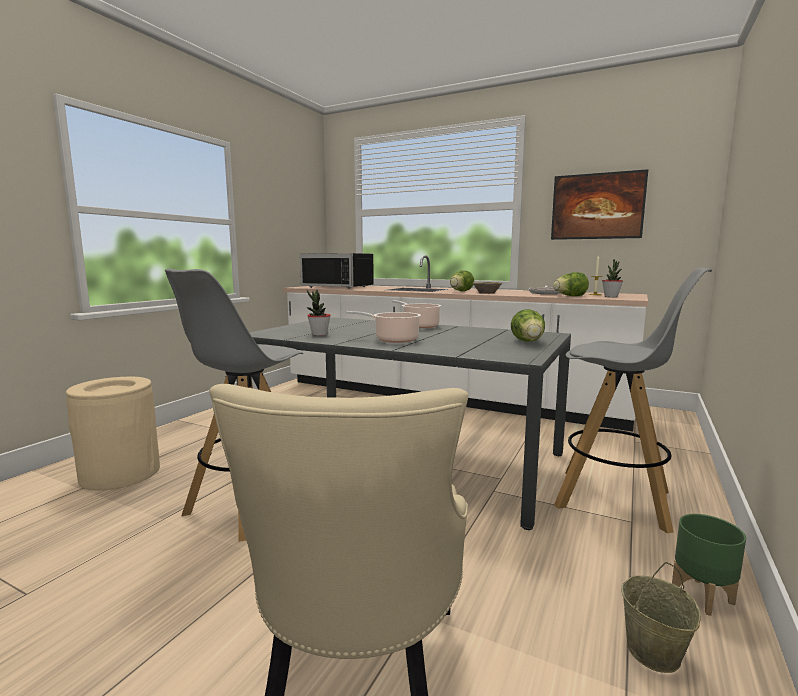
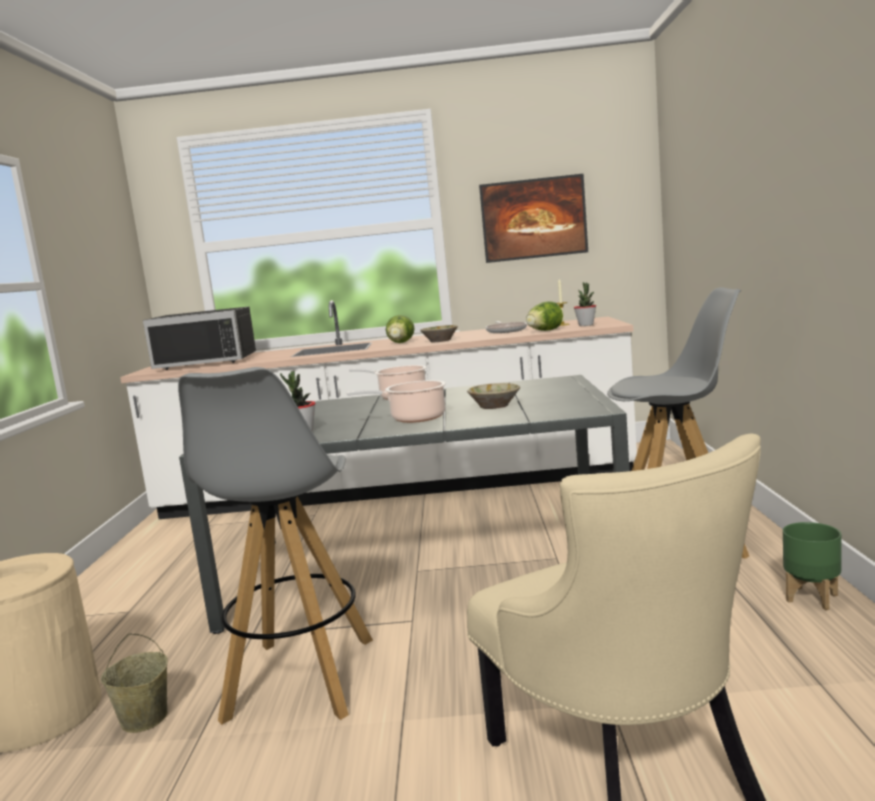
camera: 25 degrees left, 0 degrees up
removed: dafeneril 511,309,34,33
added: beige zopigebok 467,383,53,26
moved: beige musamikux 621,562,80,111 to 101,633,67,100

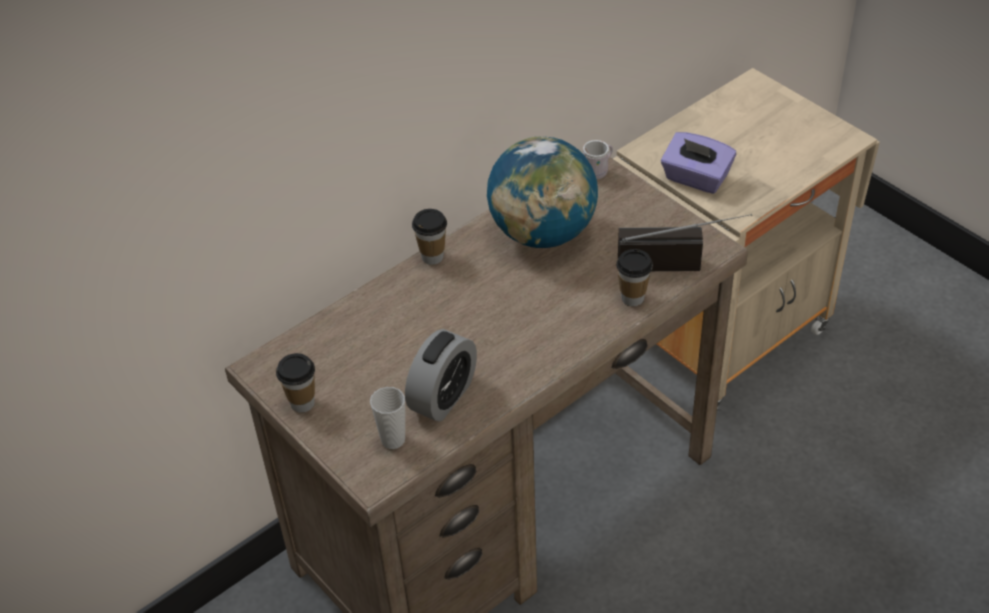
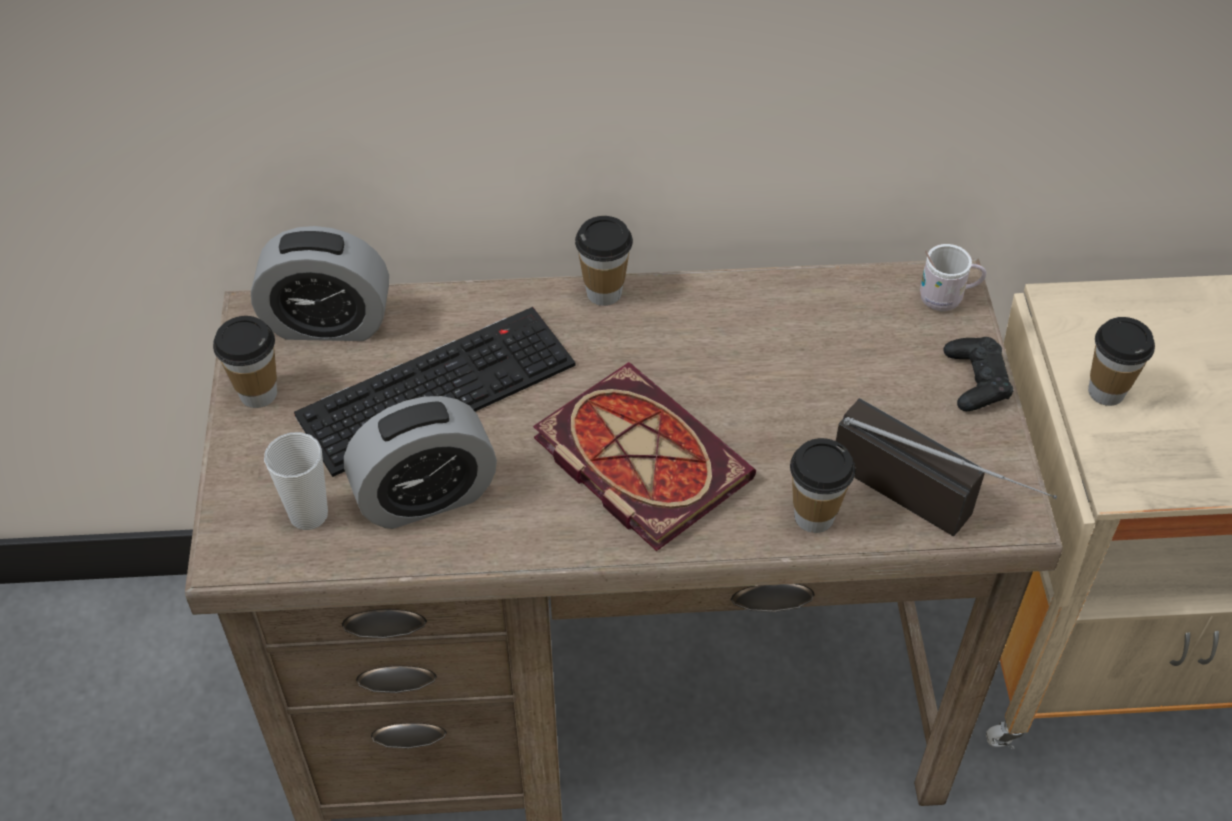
camera: 35 degrees right, 5 degrees up
removed: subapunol 487,136,111,112
added: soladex 251,226,138,115; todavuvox 294,307,281,170; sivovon 533,362,223,189; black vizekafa 943,337,71,74
replaced: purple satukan 661,132,75,62 to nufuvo 1088,317,67,89

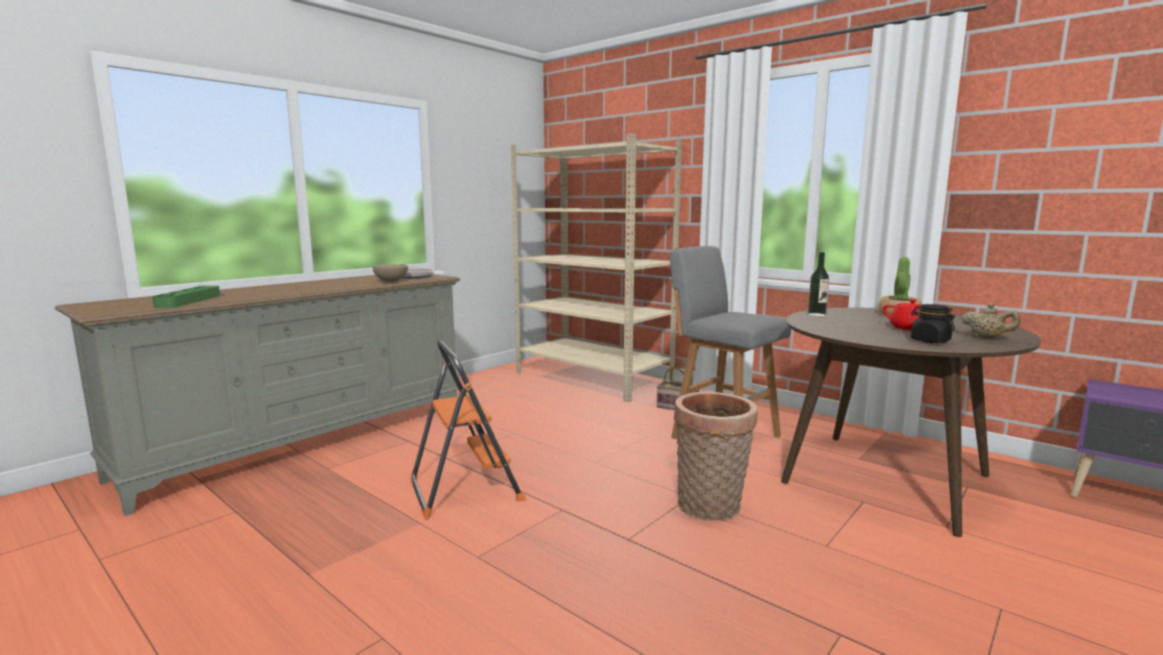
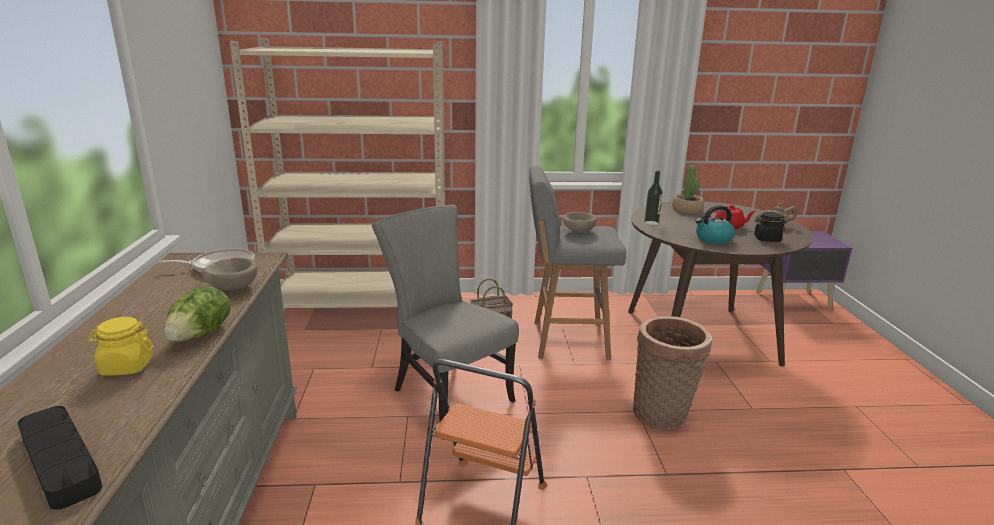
camera: 45 degrees left, 10 degrees up
added: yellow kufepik 88,317,65,59; dafeneril 164,287,66,55; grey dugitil 372,205,147,216; beige zopigebok 563,212,34,21; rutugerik 696,205,39,39
recoloured: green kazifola 152,286,68,22 to black kazifola 18,406,84,104

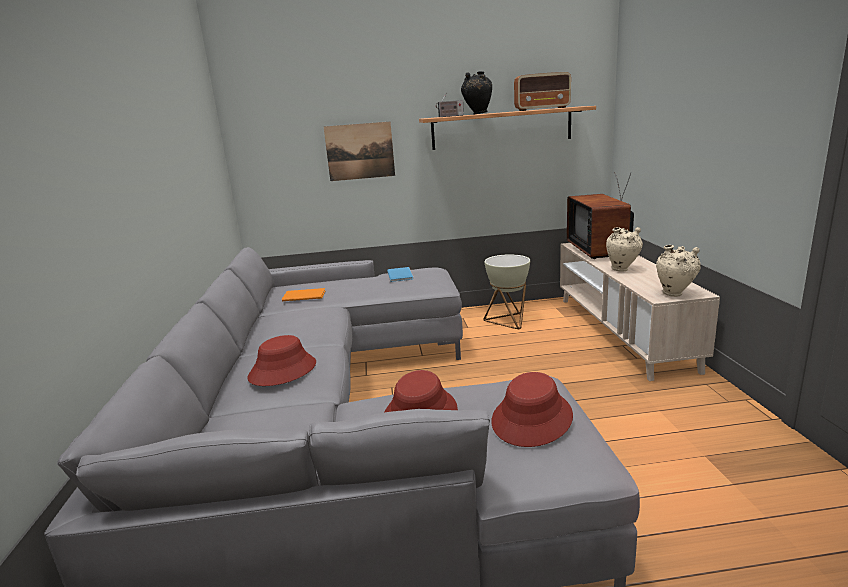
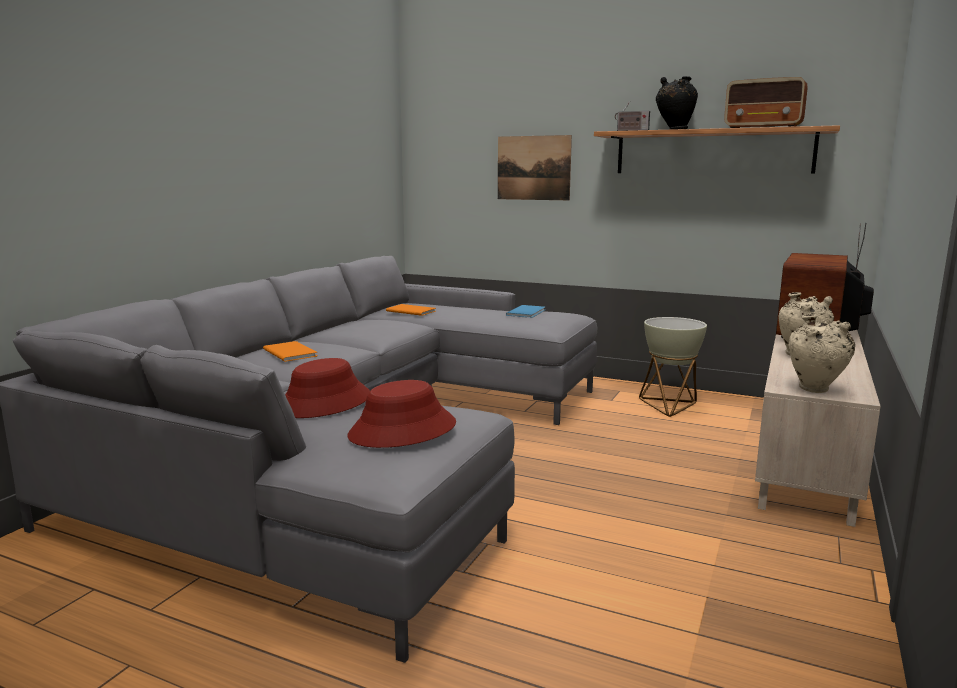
camera: 30 degrees right, 5 degrees down
replaced: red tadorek 247,335,69,51 to orange sivovon 263,341,54,21

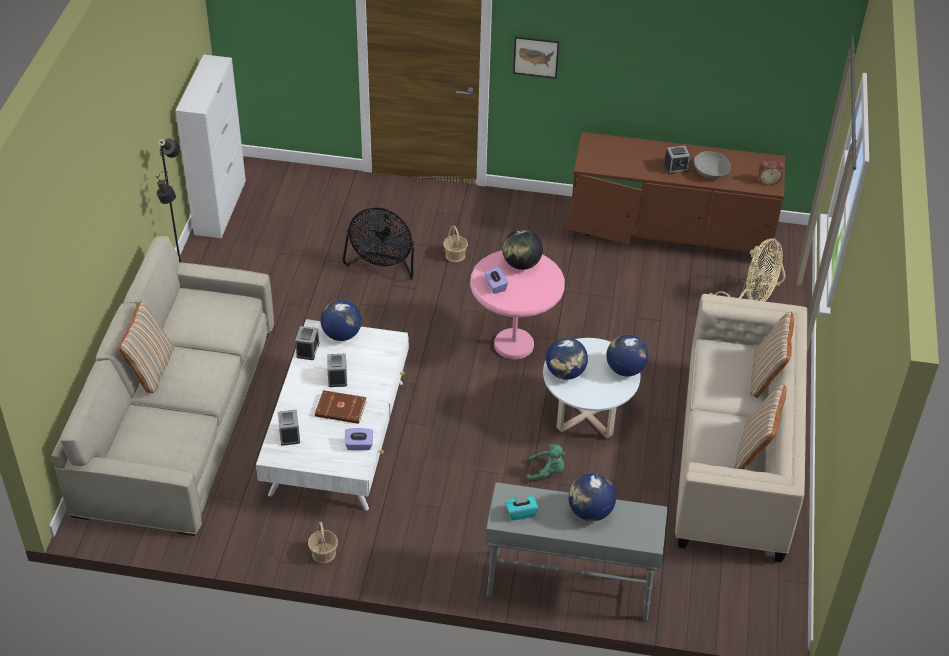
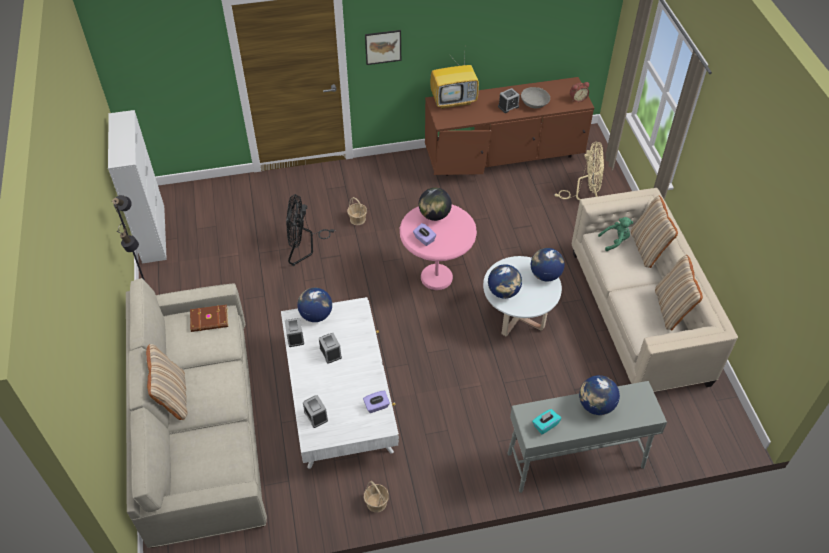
camera: 20 degrees left, 5 degrees up
added: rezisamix 430,52,49,57
moved: brown sivovon 315,390,52,34 to 190,304,38,28; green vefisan 526,444,39,37 to 598,217,35,34
turned: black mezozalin 343,208,72,72 = 286,194,49,72 90 degrees clockwise

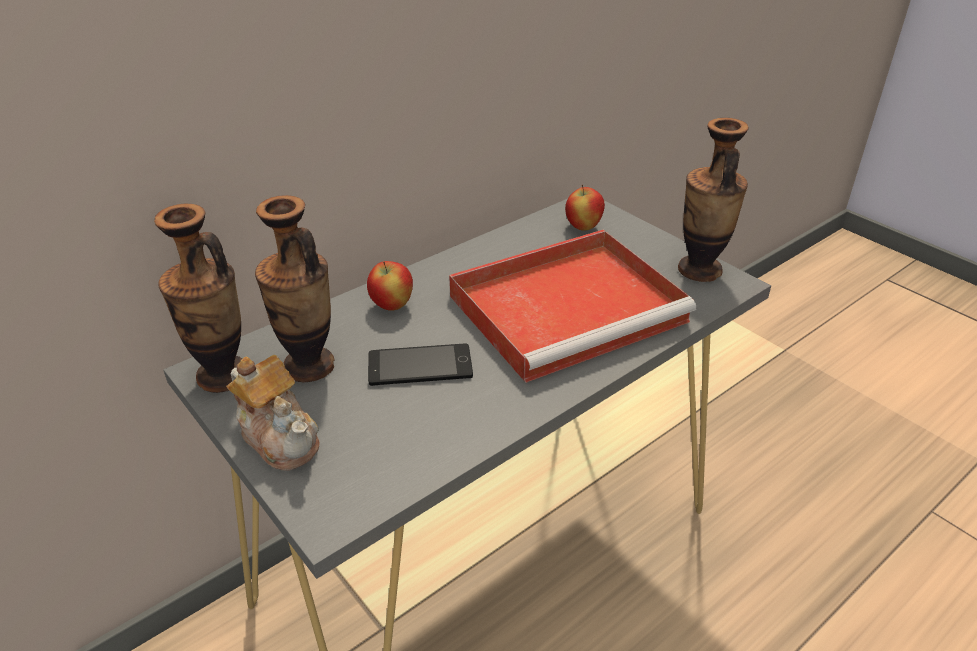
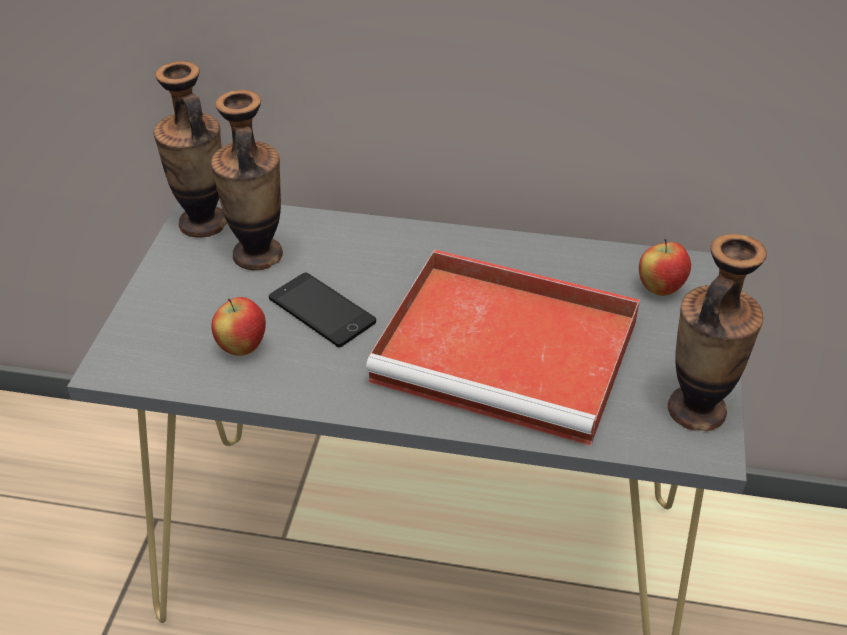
camera: 50 degrees right, 5 degrees up
removed: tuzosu 226,355,94,116
moved: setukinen 367,261,46,50 to 211,297,55,59

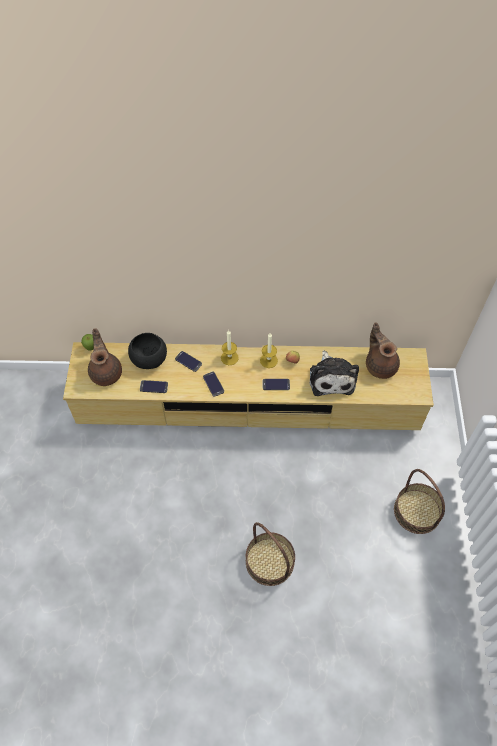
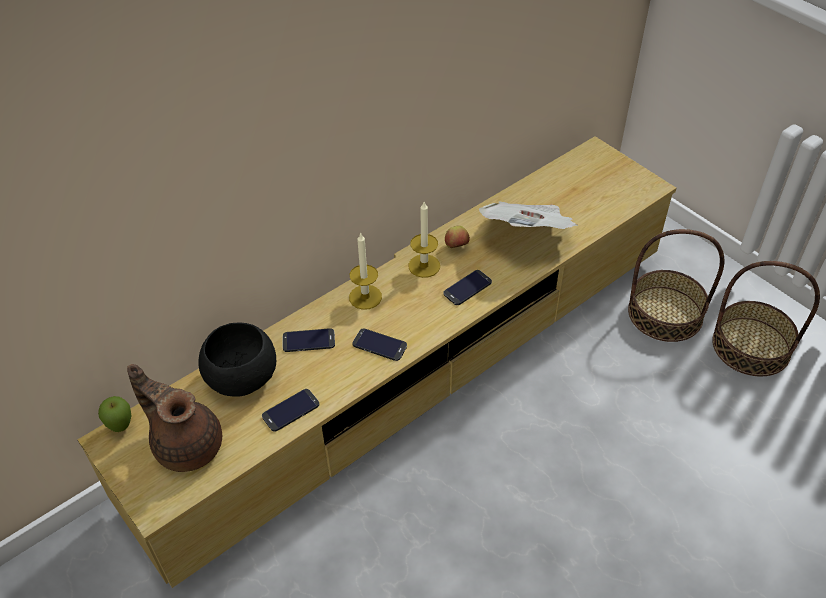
camera: 40 degrees left, 10 degrees down
removed: brown tuzosu 366,322,34,57
moved: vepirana 246,522,49,64 to 628,229,96,113
replaced: vefisan 310,350,49,46 to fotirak 479,201,99,28

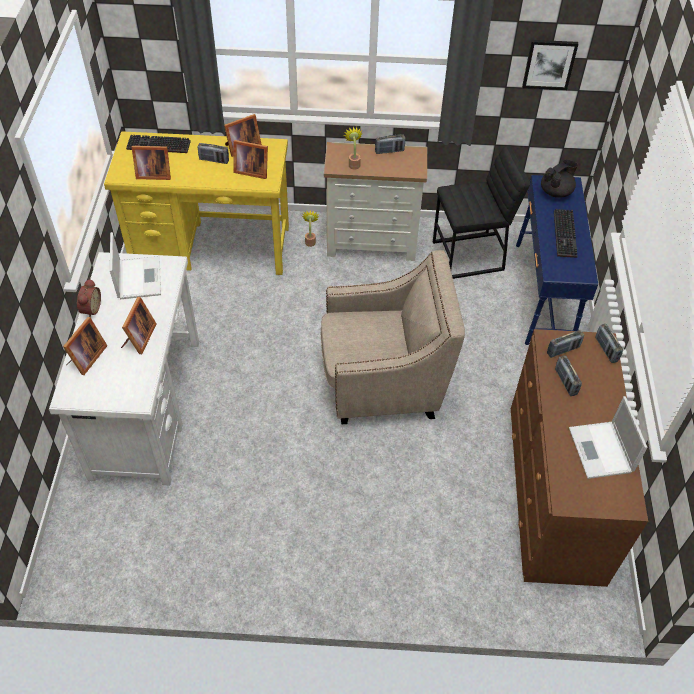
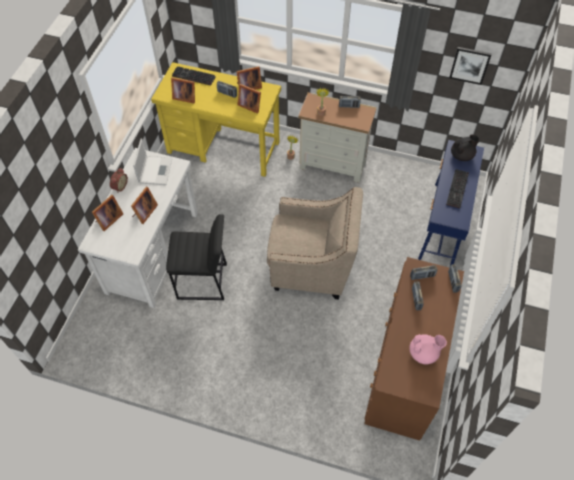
camera: 15 degrees right, 5 degrees up
moved: black dugitil 433,147,97,132 to 166,214,61,86
replaced: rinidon 569,396,79,83 to pink tuzosu 410,334,37,30

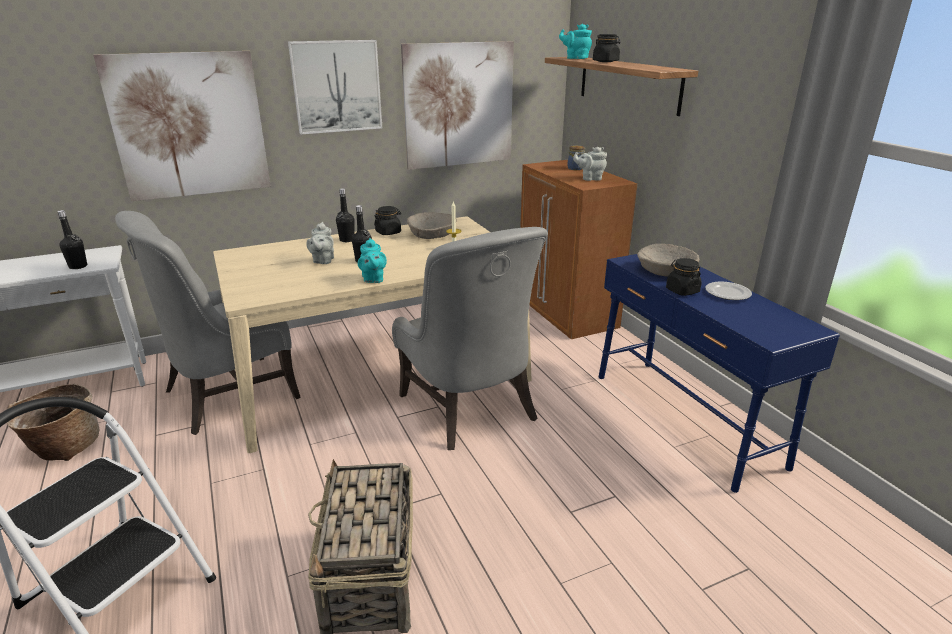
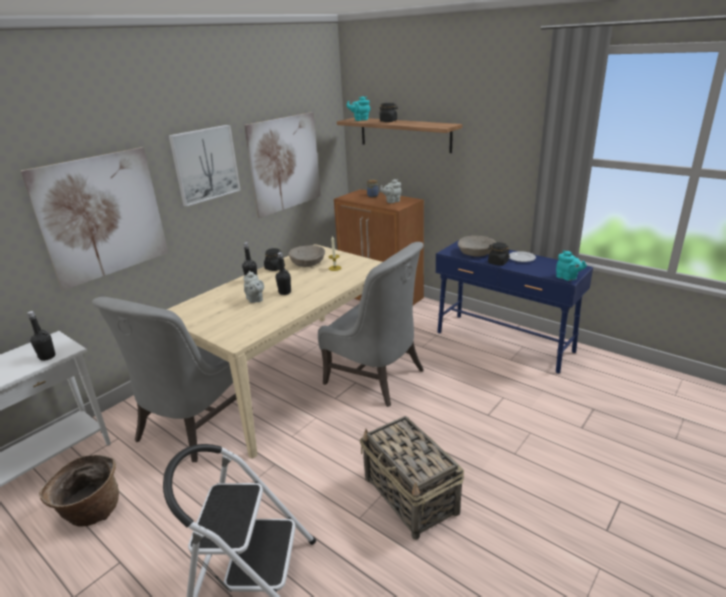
camera: 25 degrees left, 0 degrees up
moved: turquoise tuzosu 358,238,29,45 to 556,250,31,31

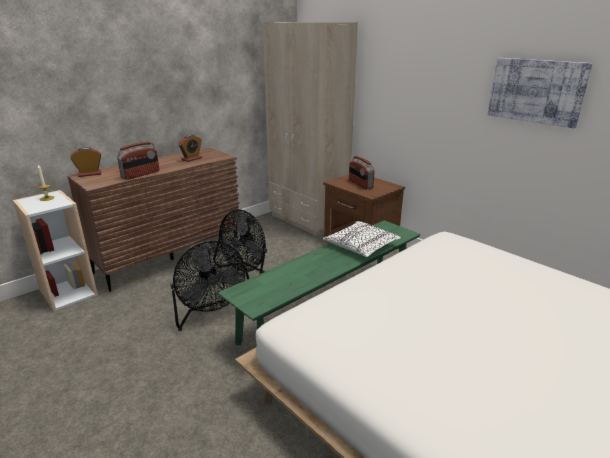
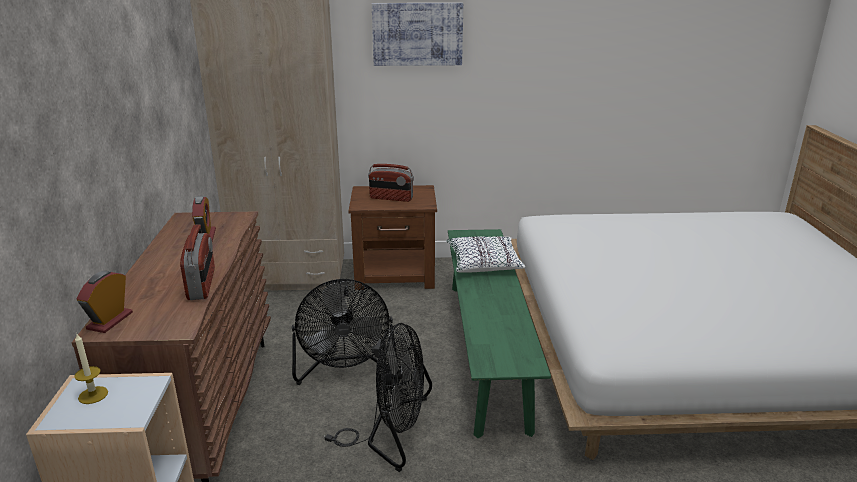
camera: 50 degrees left, 0 degrees up
moved: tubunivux 488,58,104,70 to 372,3,91,63

